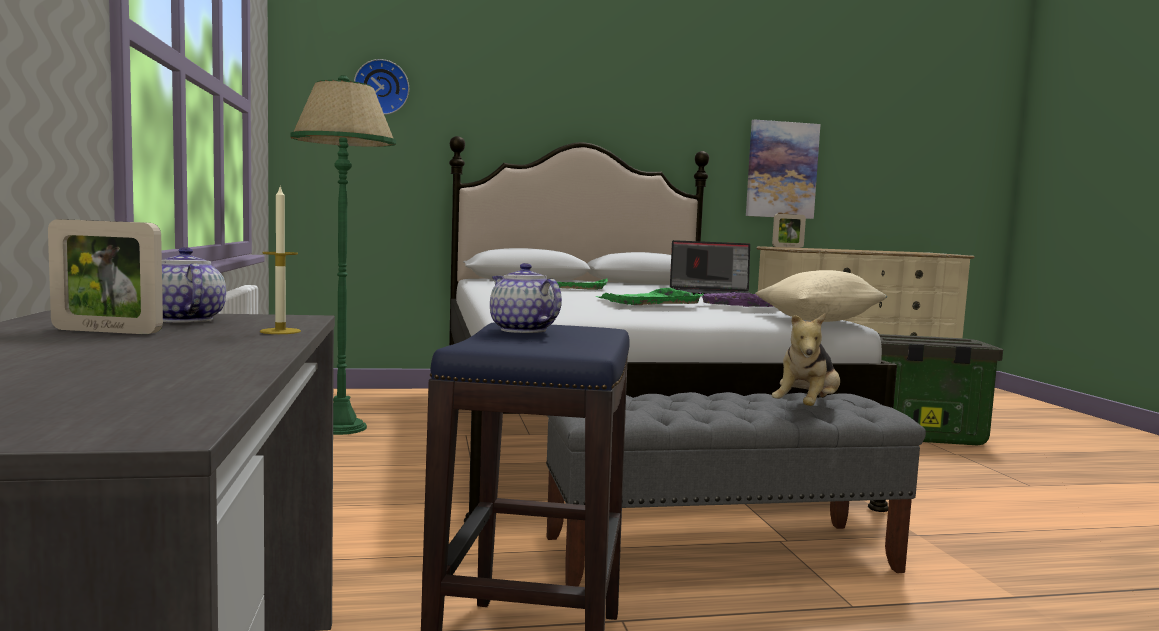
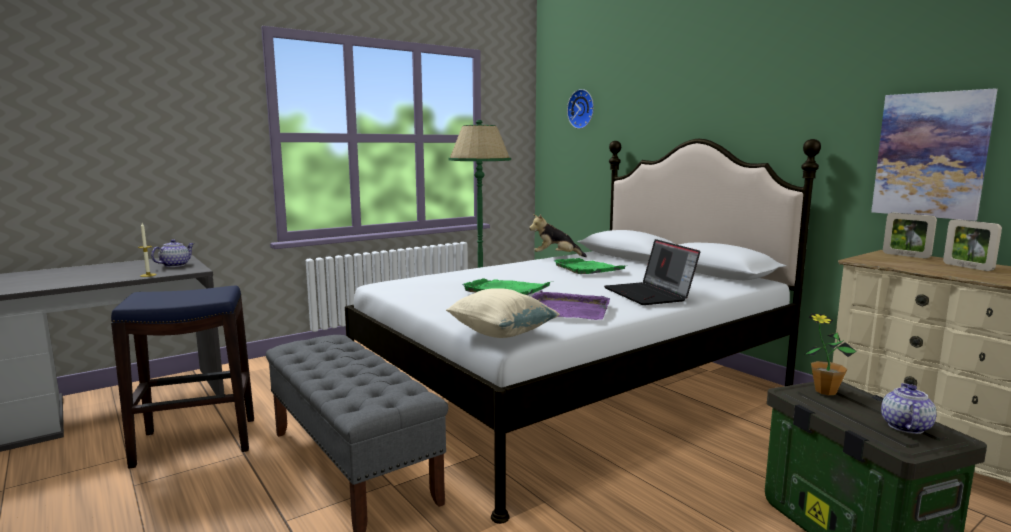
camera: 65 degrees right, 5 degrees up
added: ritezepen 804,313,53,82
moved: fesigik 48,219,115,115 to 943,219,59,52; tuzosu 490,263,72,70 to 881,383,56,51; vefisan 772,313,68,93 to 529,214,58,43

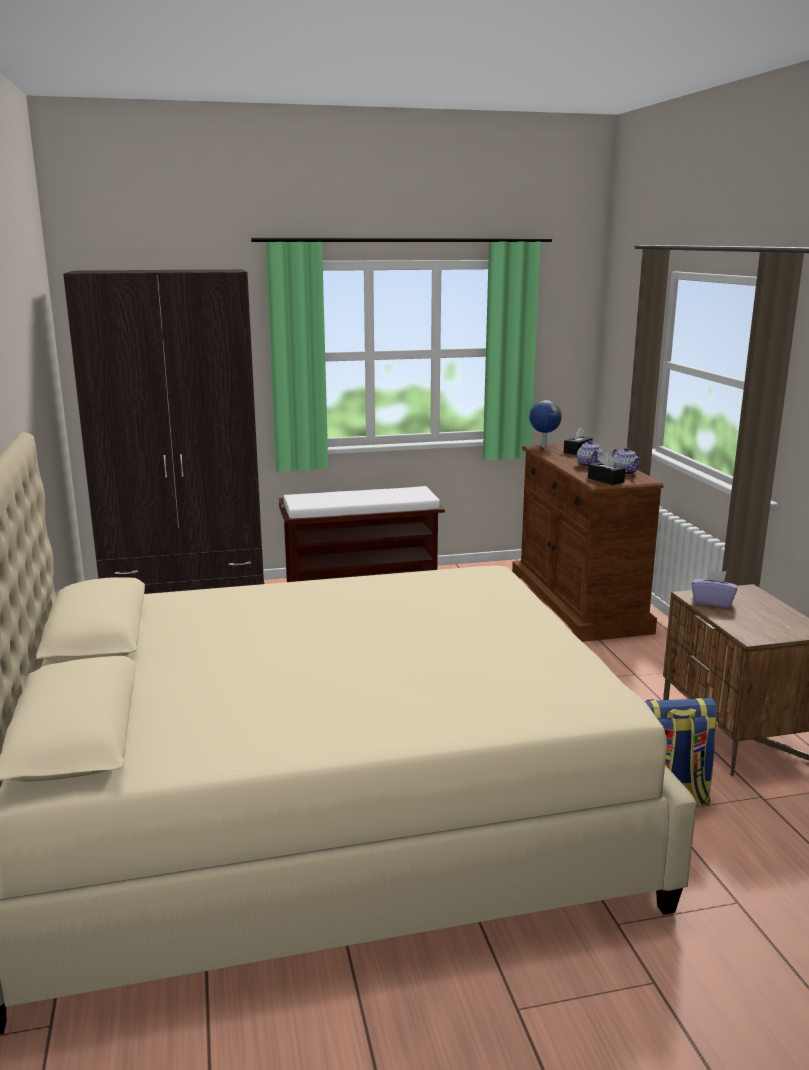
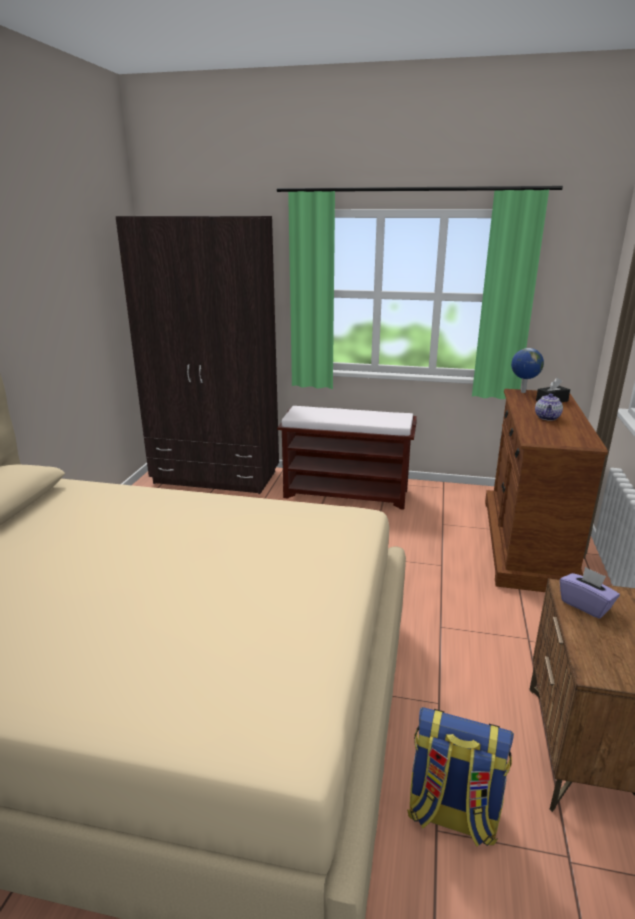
camera: 25 degrees right, 5 degrees up
removed: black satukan 588,453,37,32; tuzosu 612,447,28,28

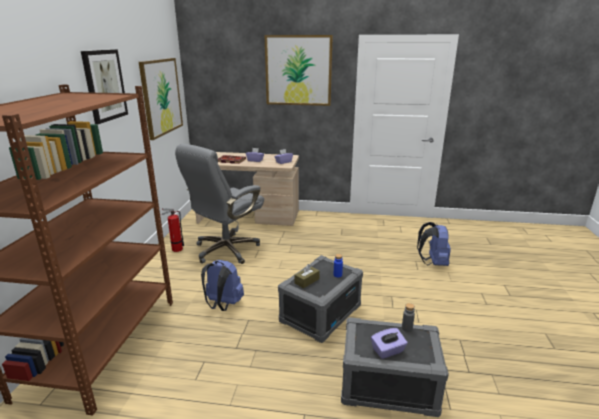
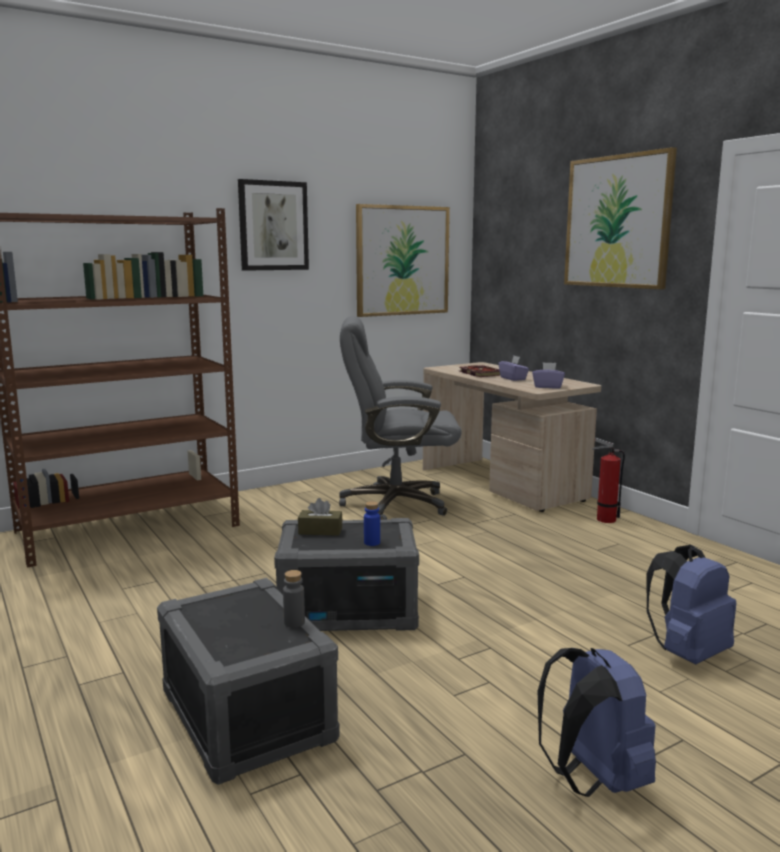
camera: 50 degrees right, 10 degrees down
removed: purple satukan 371,328,37,31
moved: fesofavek 162,208,22,44 to 592,438,33,85; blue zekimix 201,260,43,51 to 538,648,118,149

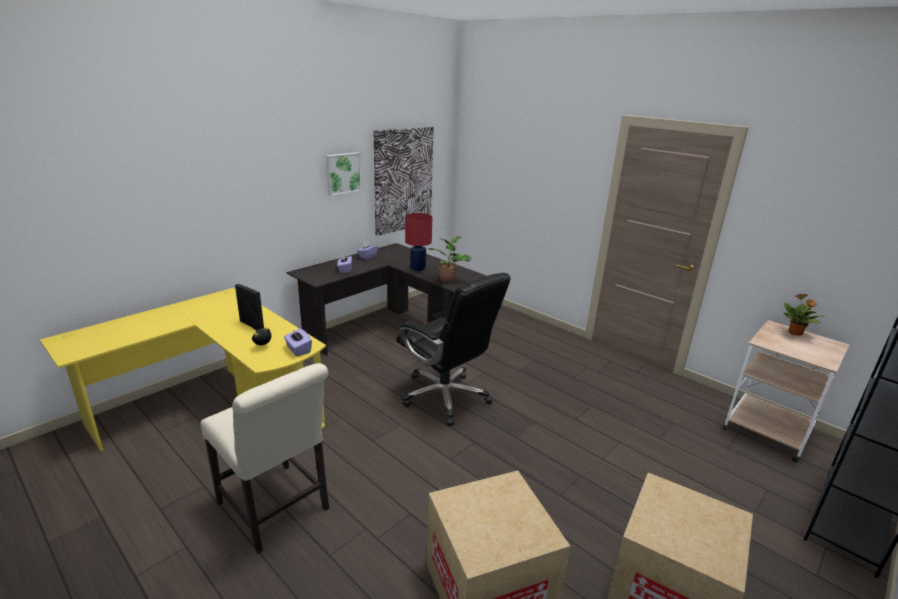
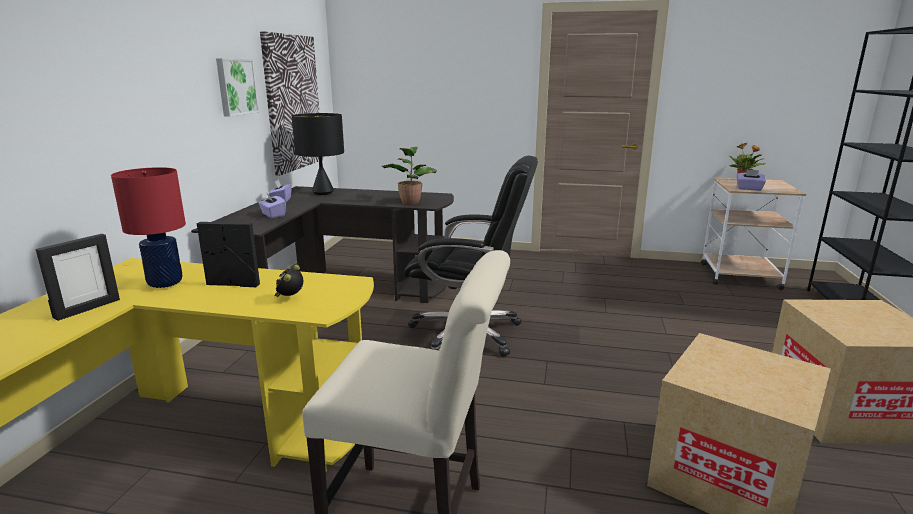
camera: 30 degrees left, 5 degrees down
added: fesigik 36,234,84,87; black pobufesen 292,113,52,82
moved: purple satukan 284,329,28,27 to 737,169,29,22; red pobufesen 405,213,27,58 to 111,167,75,121

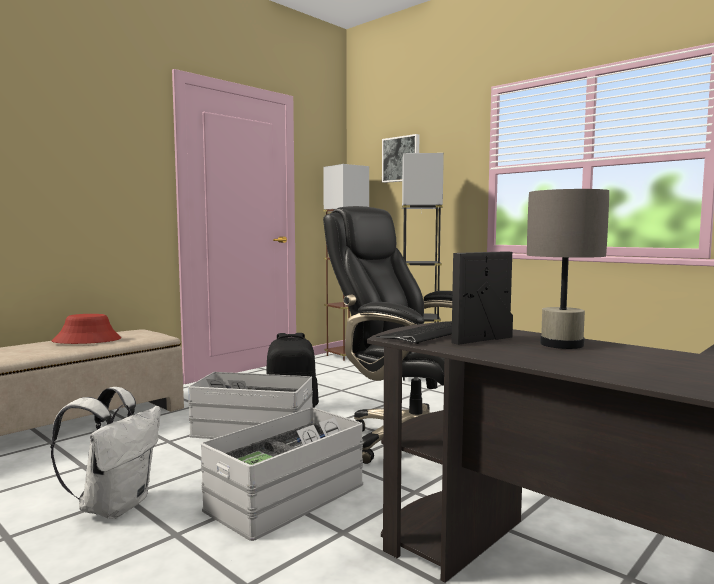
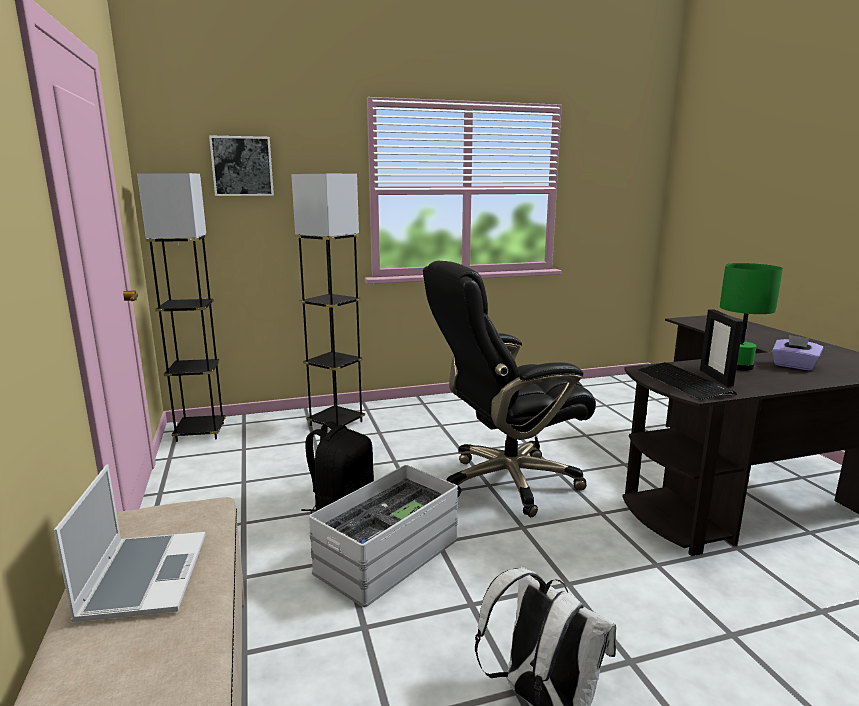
camera: 60 degrees left, 10 degrees up
removed: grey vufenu 201,408,162,133
added: purple satukan 772,335,51,36
replaced: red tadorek 51,314,71,30 to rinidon 54,465,151,157
recoloured: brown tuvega 323,164,46,197 to grey tuvega 137,173,89,269; grey pobufesen 527,189,82,160 to green pobufesen 720,263,63,108

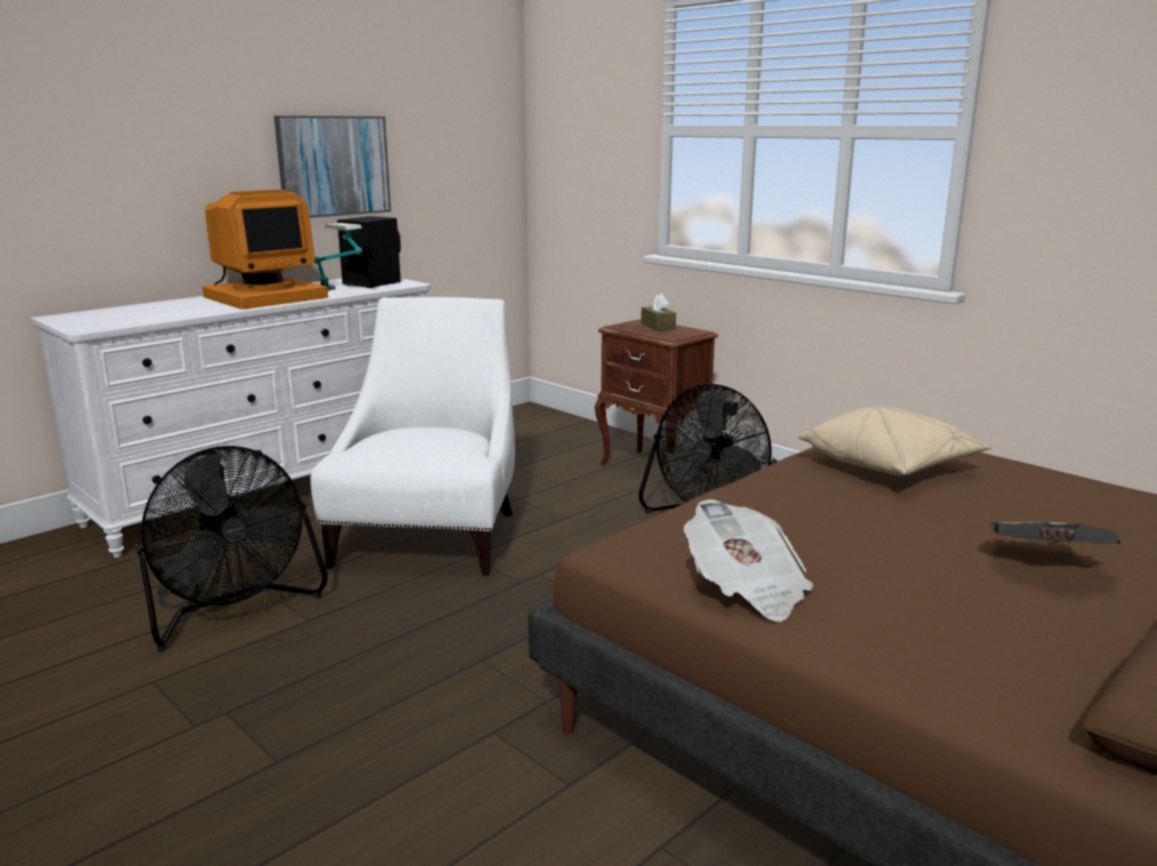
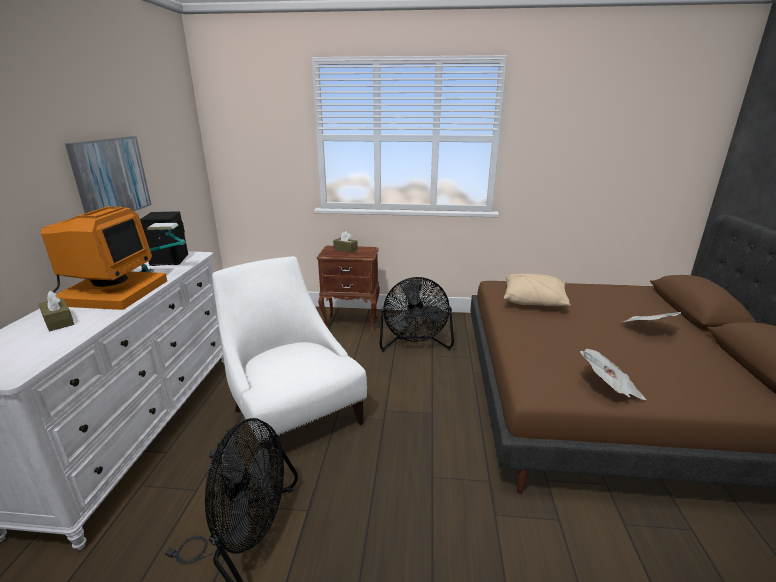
camera: 40 degrees left, 5 degrees up
added: brown satukan 38,290,36,41

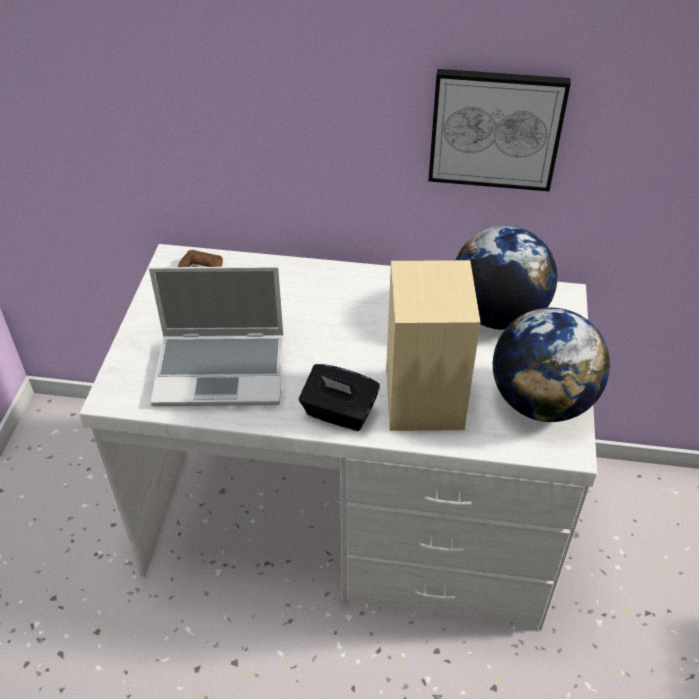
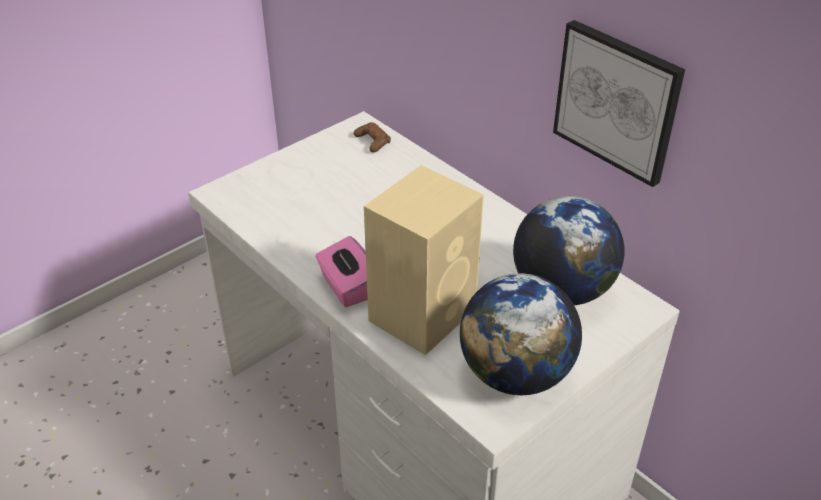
camera: 40 degrees right, 5 degrees down
removed: rinidon 149,266,135,140
recoloured: black satukan 299,364,81,67 to pink satukan 315,236,53,71

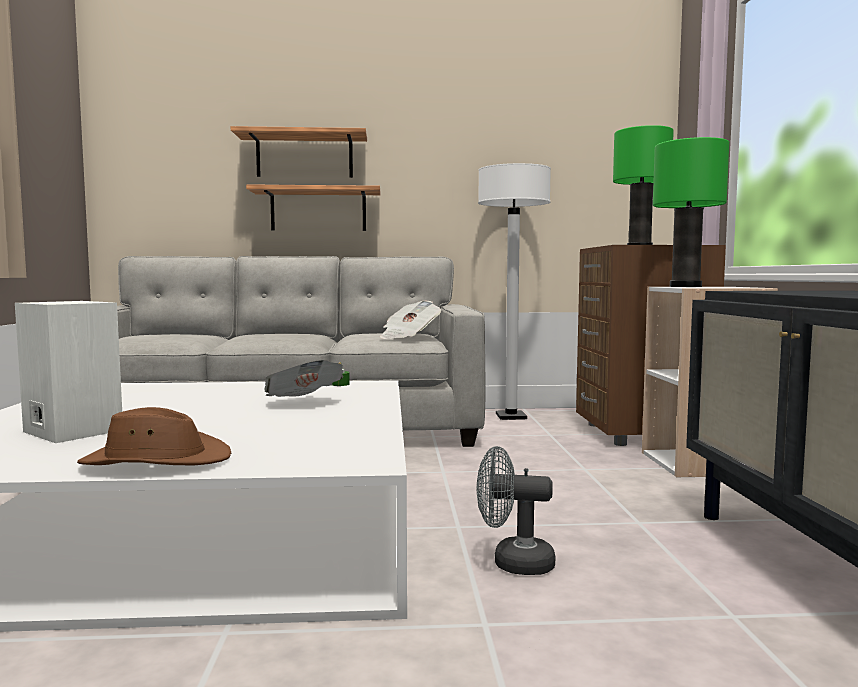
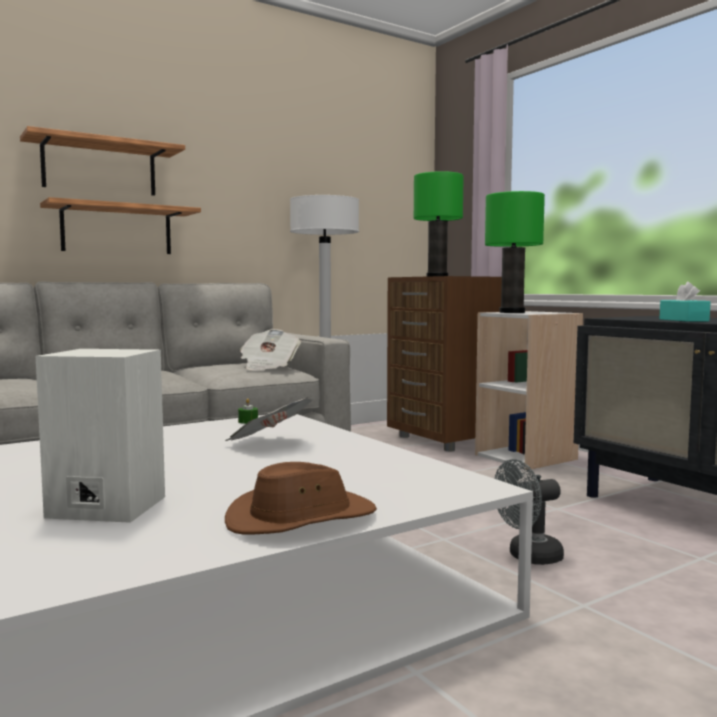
camera: 30 degrees left, 0 degrees up
added: turquoise satukan 659,282,52,40

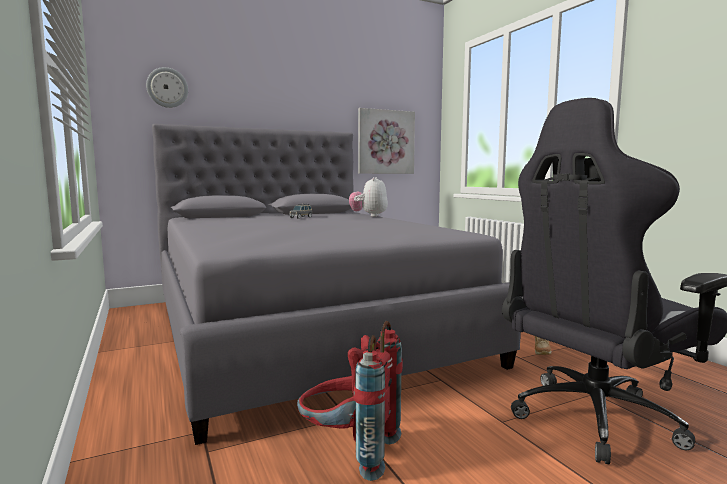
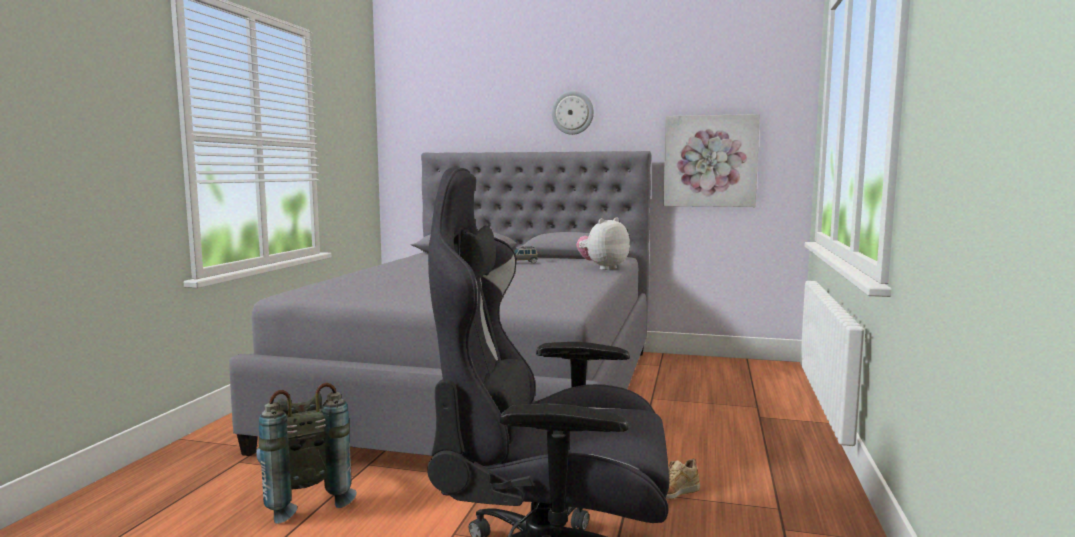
camera: 40 degrees right, 0 degrees up
moved: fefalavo 146,67,42,41 to 552,91,42,44
recoloured: red zekimix 297,321,106,160 to grey zekimix 256,383,101,141

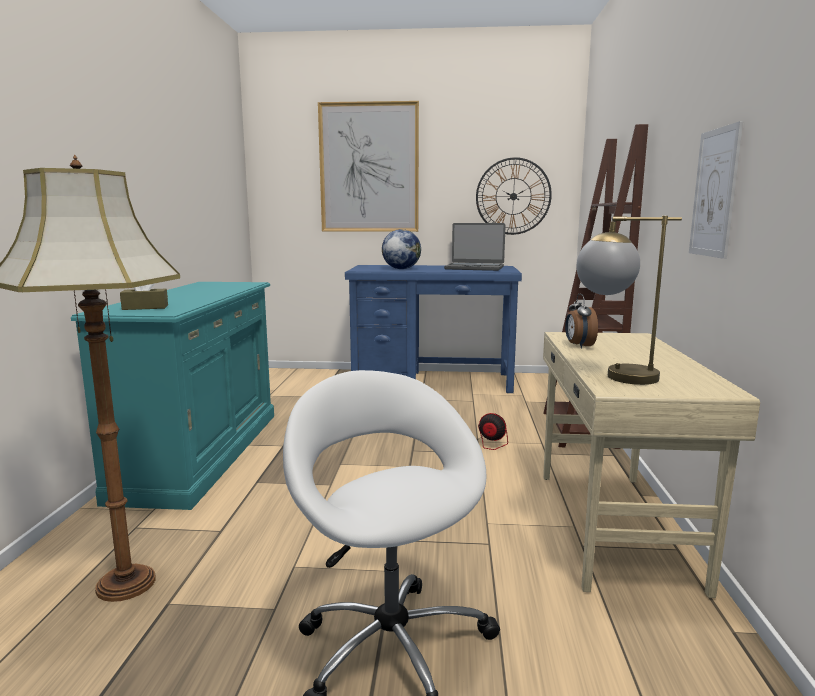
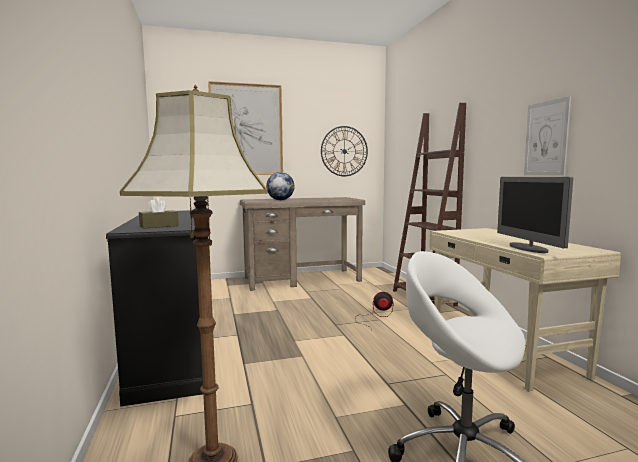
camera: 20 degrees left, 5 degrees down
removed: rinidon 444,223,62,48; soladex 565,294,33,54
replaced: pobufesen 577,216,105,169 to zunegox 497,177,76,76
recoloured: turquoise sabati 71,282,203,228 to black sabati 106,210,97,197; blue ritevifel 345,265,177,128 to brown ritevifel 240,197,125,94

